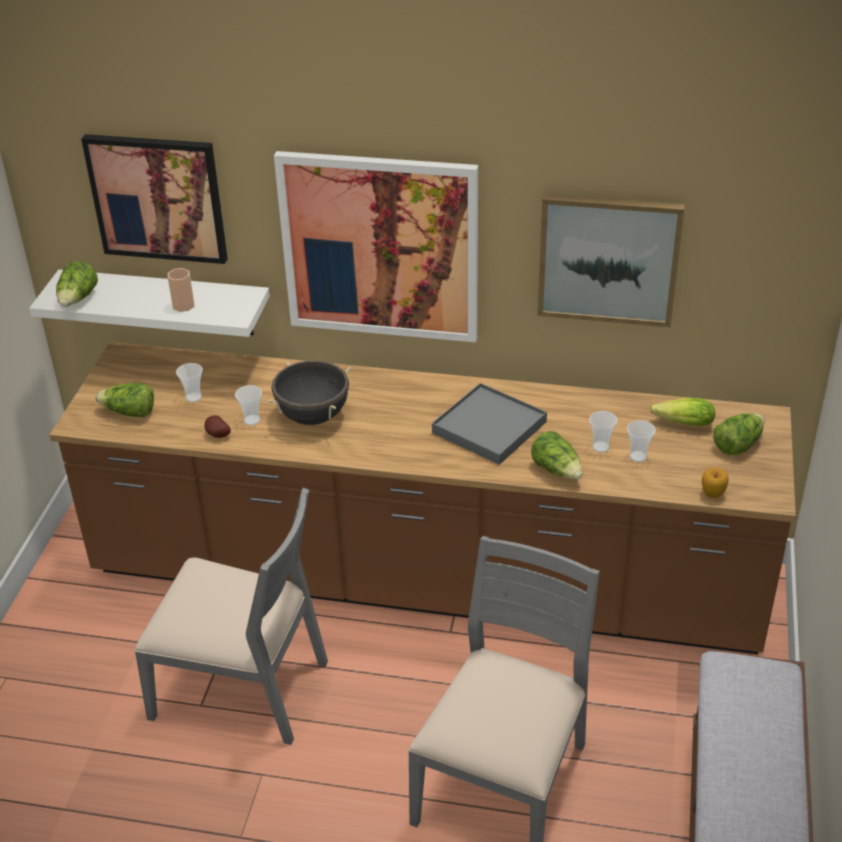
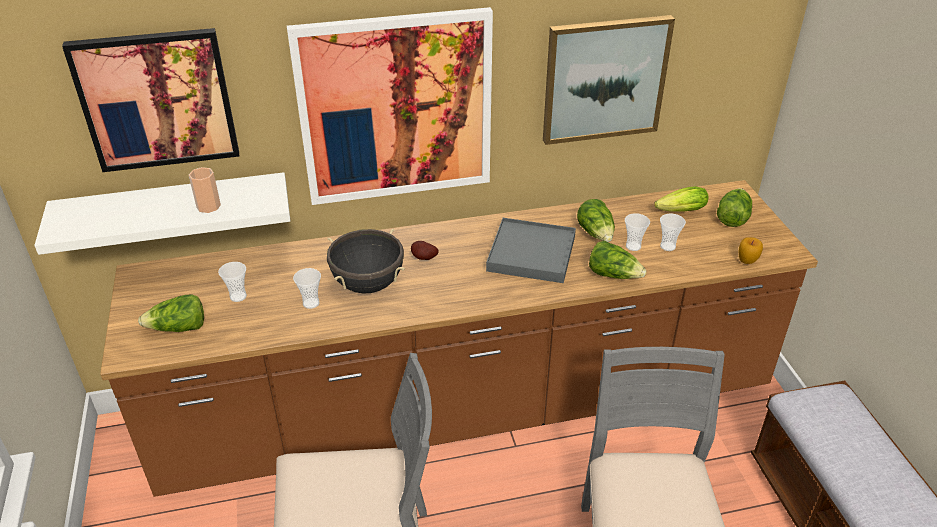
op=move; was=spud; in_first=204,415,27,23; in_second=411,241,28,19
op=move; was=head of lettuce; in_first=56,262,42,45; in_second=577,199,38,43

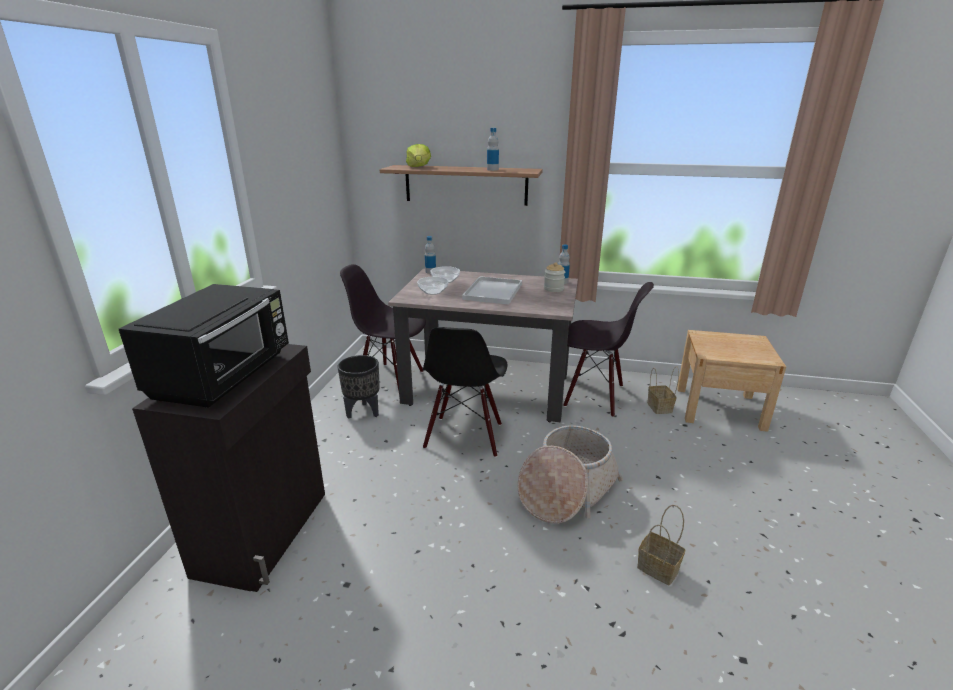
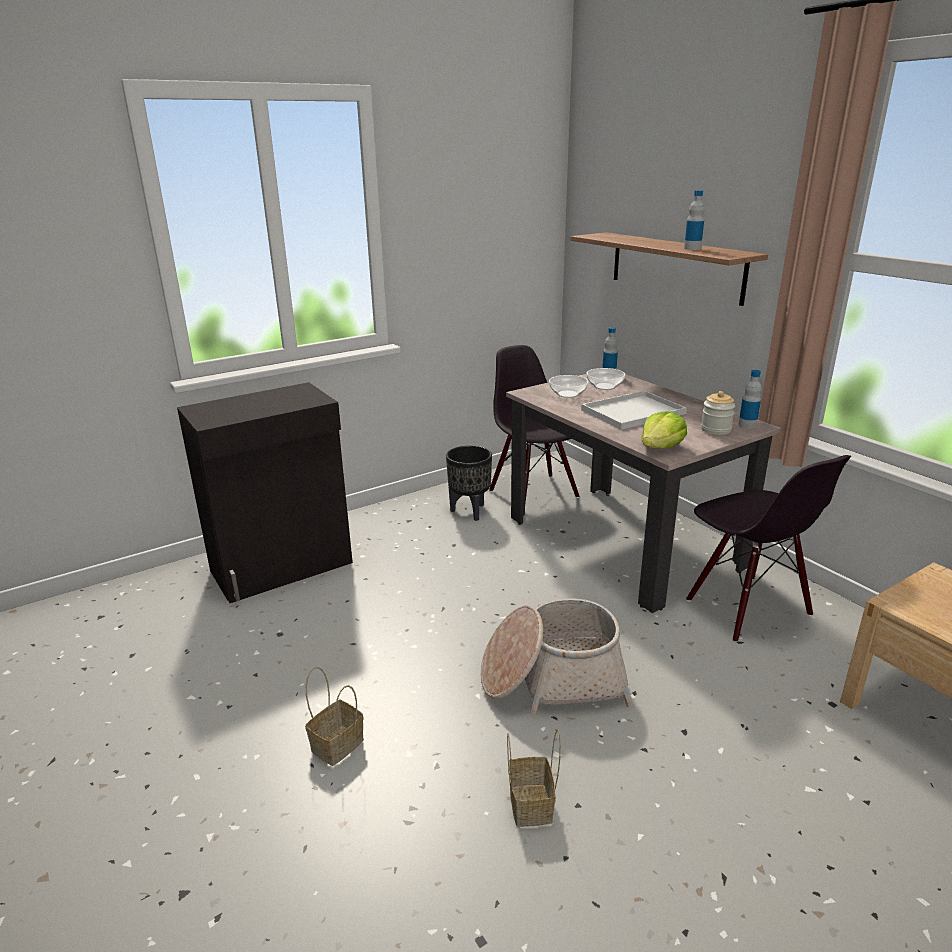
op=move; was=basket; in_first=647,366,32,48; in_second=305,667,59,99
op=move; was=head of lettuce; in_first=406,144,25,23; in_second=641,411,46,38
op=delete; was=black microwave; in_first=119,284,170,124
op=delete; was=black chair; in_first=423,327,84,131

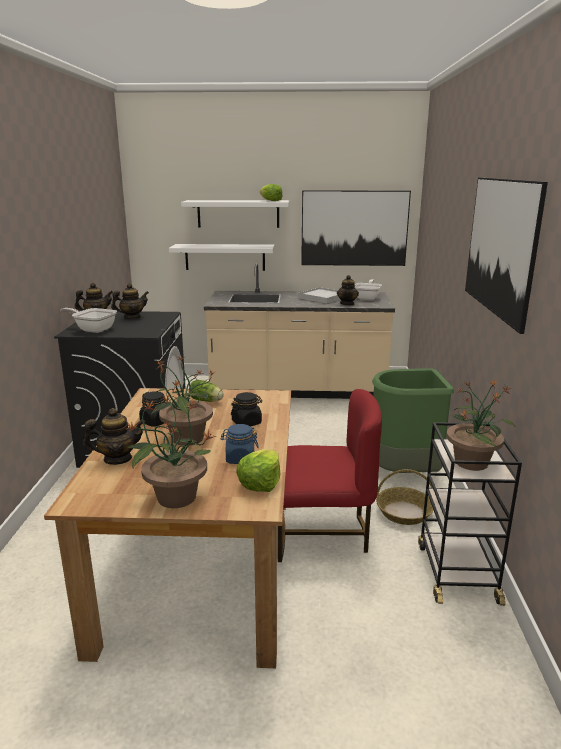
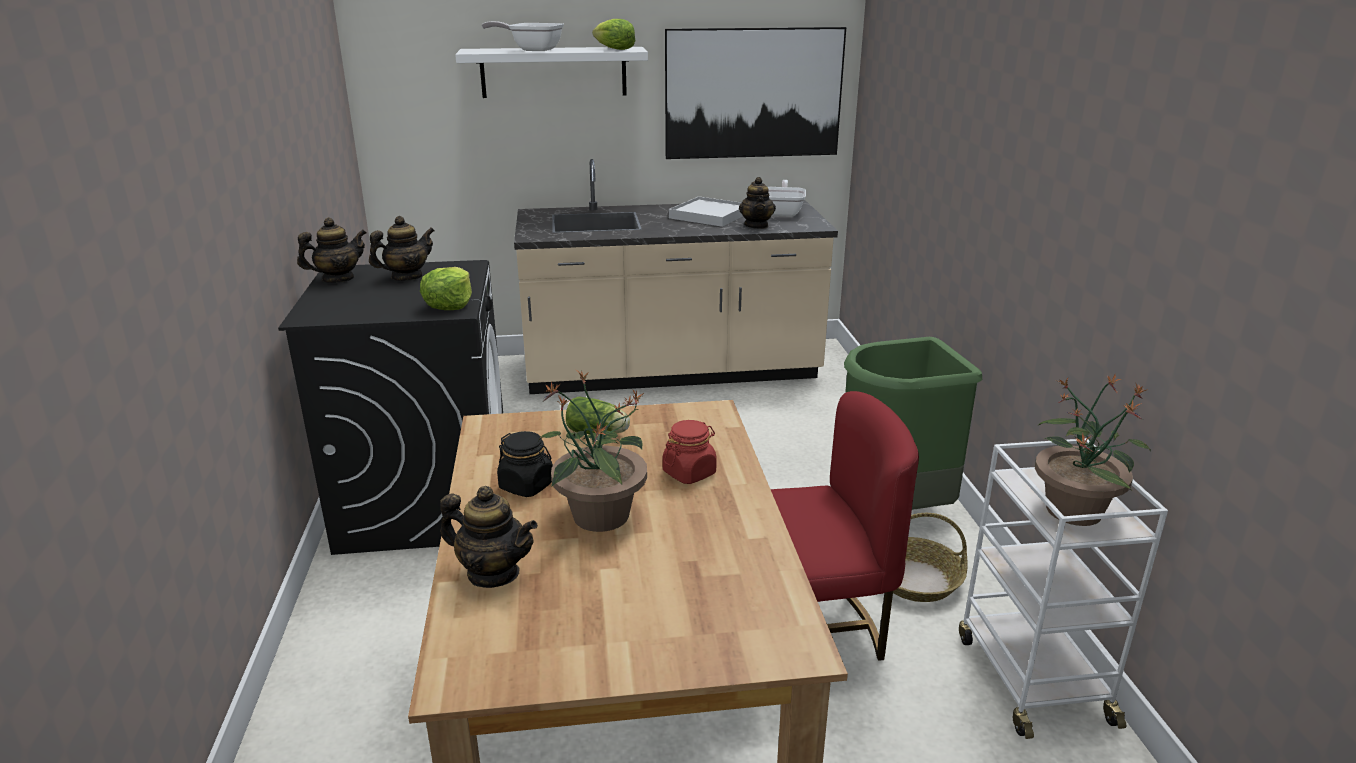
op=move; was=head of lettuce; in_first=236,449,44,43; in_second=420,267,52,43
op=rotate; was=teapot; in_first=83,408,62,57; in_second=440,486,98,102; clockwise=45
op=move; was=frying pan; in_first=60,308,57,25; in_second=482,21,82,30
op=recolor; was=black jar; now=reddish jar; in_first=231,392,31,34; in_second=663,420,54,64
op=recolor; was=black trolley; now=white trolley; in_first=418,422,104,184; in_second=959,438,209,301
op=delete; was=plant in a pot; in_first=125,395,91,113
op=delete; was=white wall shelf; in_first=169,244,106,27
op=delete; was=blue jar; in_first=221,424,38,40
op=delete; was=wall picture; in_first=465,178,83,156

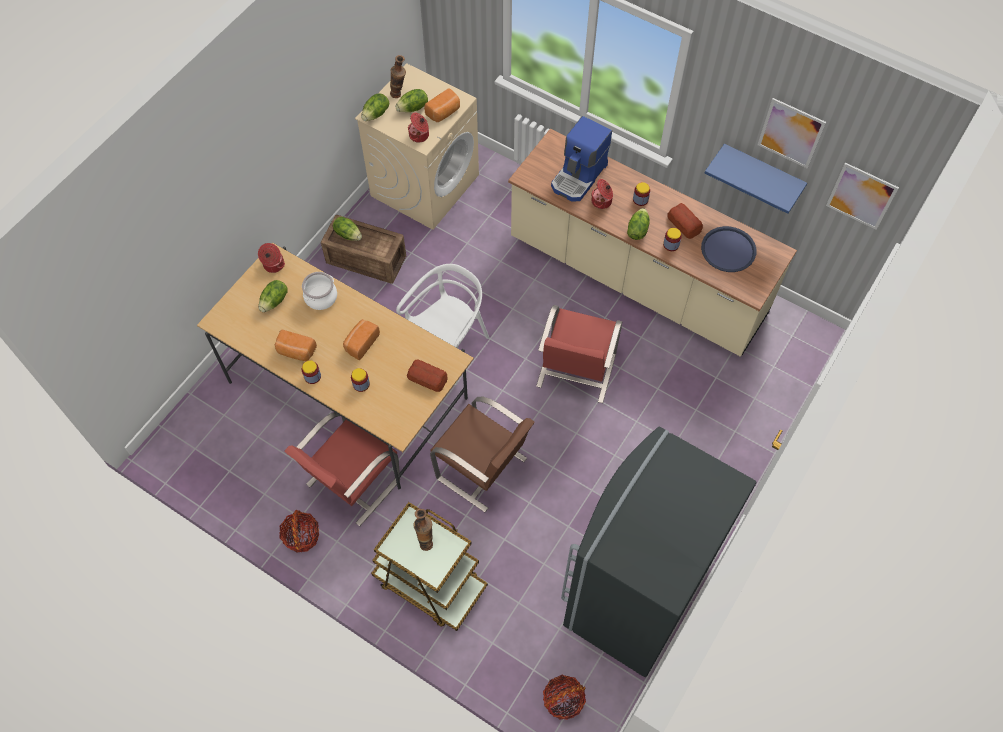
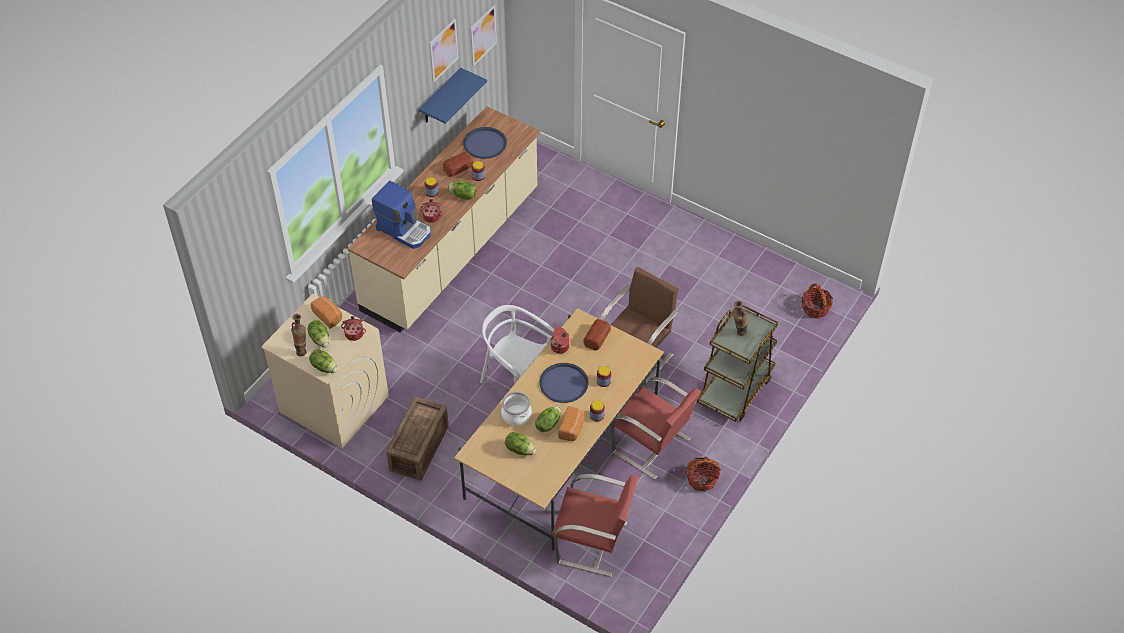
op=move; was=head of lettuce; in_first=333,217,29,24; in_second=535,406,26,26
op=replace; was=bread; now=blue carrying tray; in_first=343,319,37,41; in_second=540,363,49,40
op=move; was=saucepot; in_first=258,243,27,30; in_second=551,327,18,27
op=move; was=reddish chair; in_first=536,305,86,98; in_second=552,474,87,103
op=delete; was=greyish refrigerator; in_first=561,427,195,250

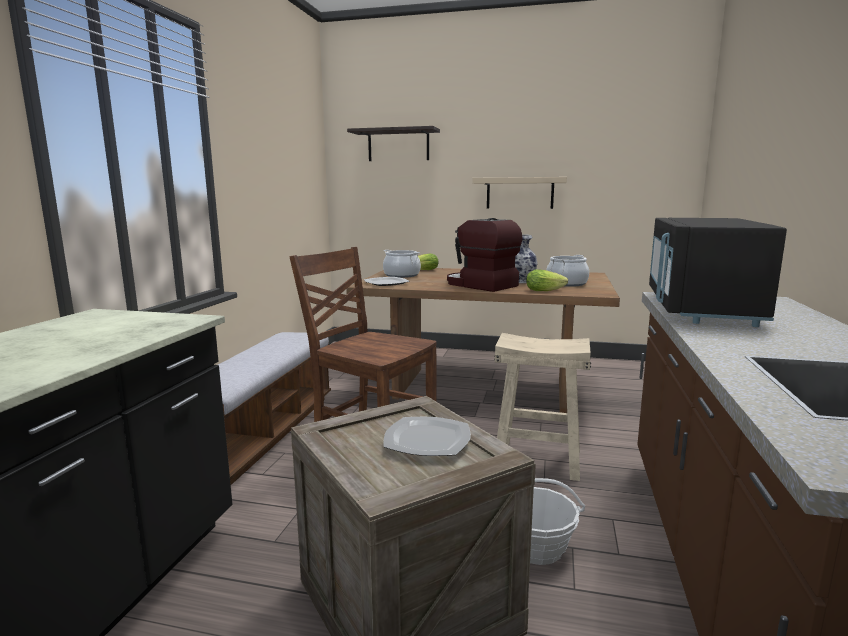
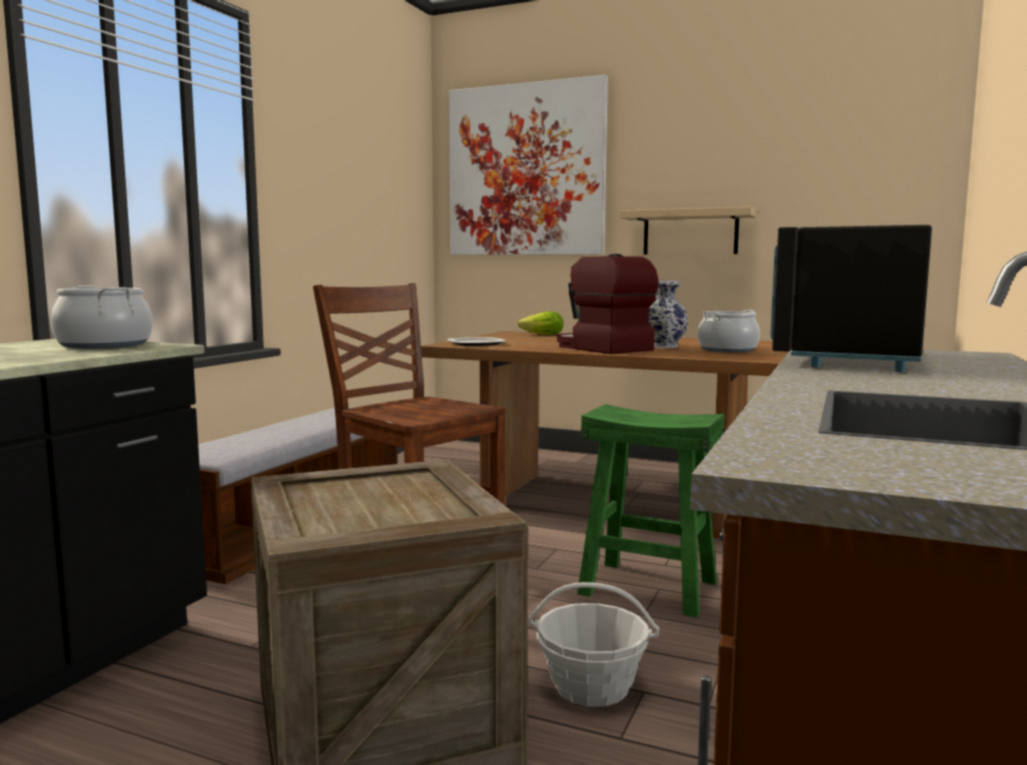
op=move; was=saucepot; in_first=383,250,38,28; in_second=51,285,102,64
op=replace; was=wall shelf; now=wall picture; in_first=347,126,93,35; in_second=449,75,159,180
op=recolor; was=beige stool; now=green-coloured stool; in_first=494,333,97,148; in_second=577,404,148,213
op=delete; was=flat dish; in_first=383,417,88,39
op=delete; was=head of lettuce; in_first=526,269,42,22

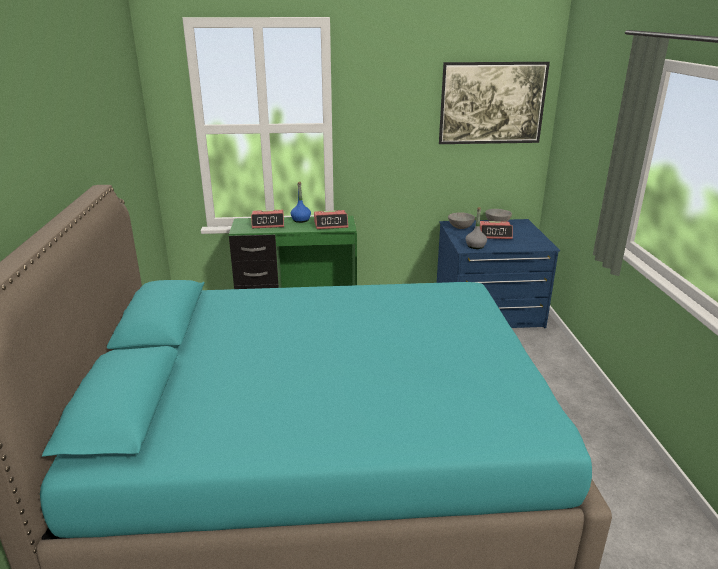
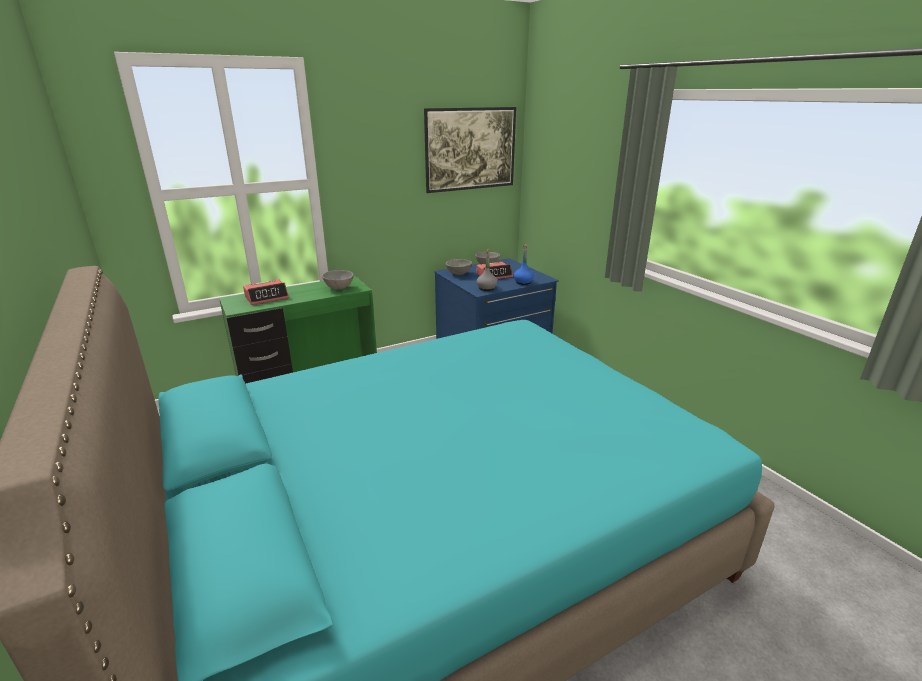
op=replace; was=alarm clock; now=greyish serving bowl; in_first=314,210,34,19; in_second=322,270,32,20
op=move; was=blue beverage bottle; in_first=290,182,21,41; in_second=514,244,20,41

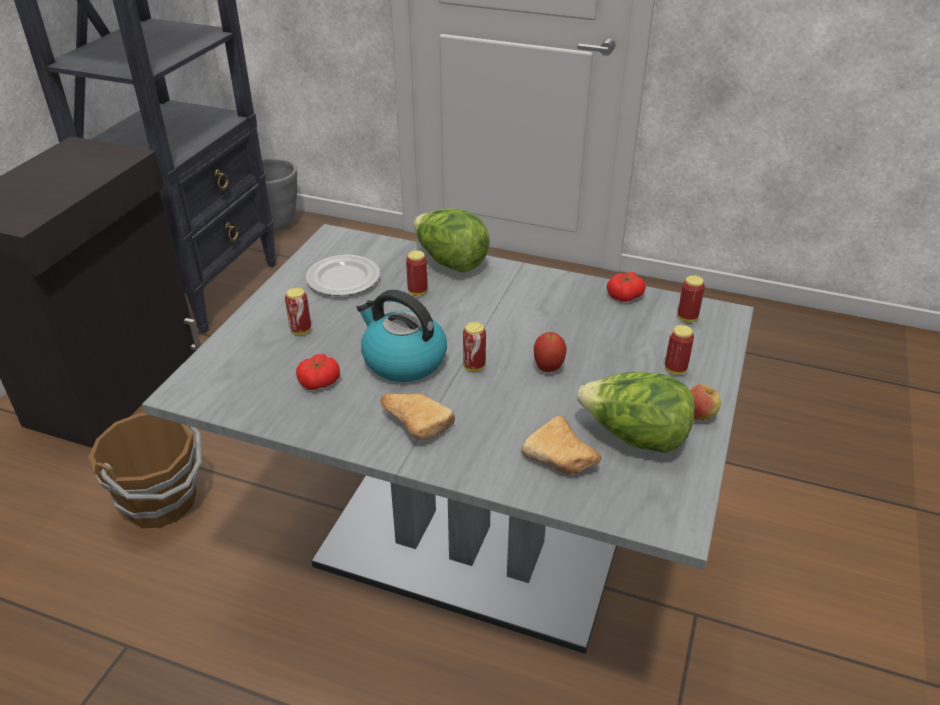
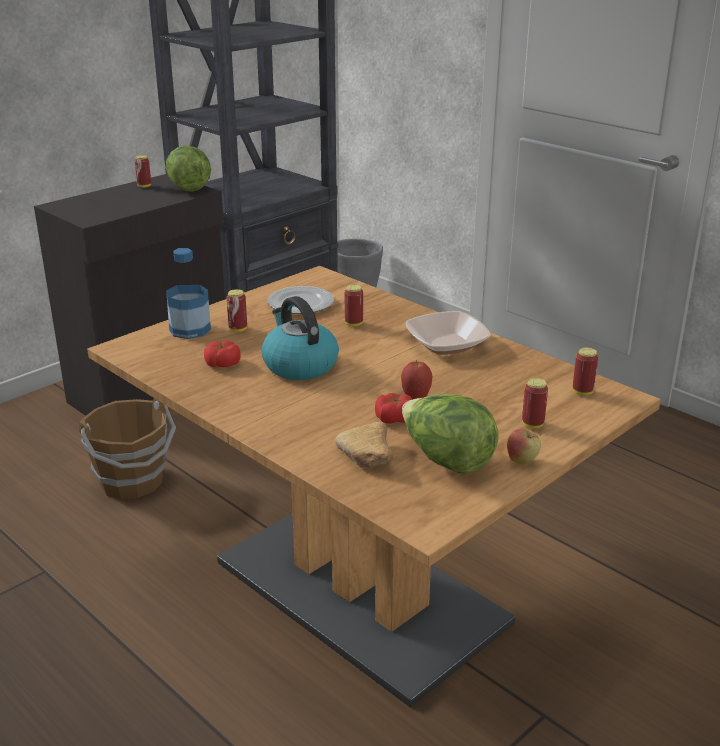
op=recolor; was=greyish dinner table; now=brownish dinner table; in_first=142,224,612,430; in_second=87,266,574,442
op=move; was=can; in_first=463,322,23,49; in_second=134,155,17,33
op=move; was=head of lettuce; in_first=414,208,76,65; in_second=165,145,46,47
op=insert; now=beverage bottle; in_second=166,248,45,91
op=move; was=whole tomato; in_first=607,271,39,31; in_second=375,393,37,30
op=insert; now=serving bowl; in_second=406,311,84,44
op=delete; was=bread; in_first=380,393,75,46

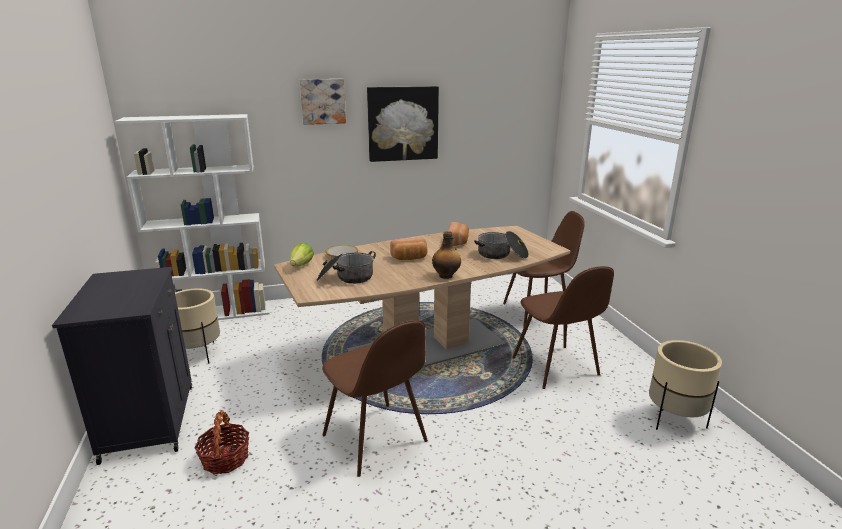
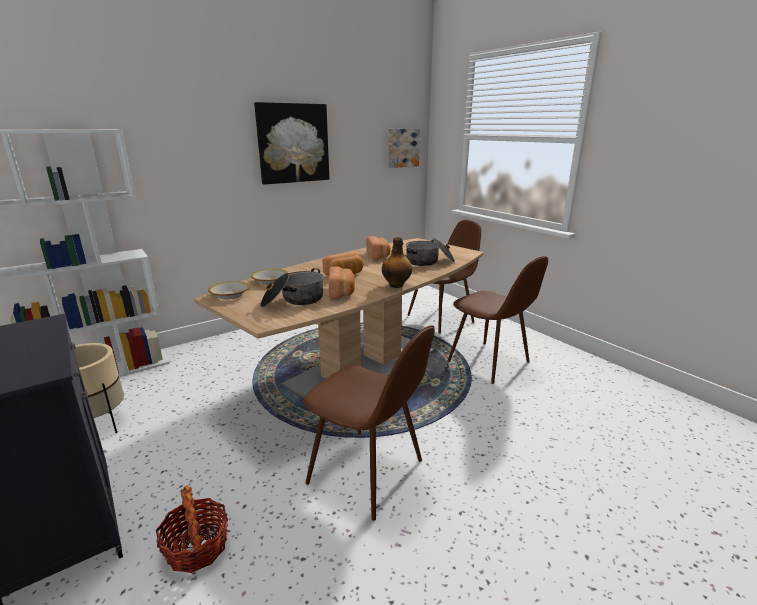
op=replace; was=head of lettuce; now=serving bowl; in_first=290,243,24,24; in_second=208,281,42,18
op=insert; now=bread; in_second=329,267,26,32
op=move; was=wall picture; in_first=300,79,46,46; in_second=389,129,31,39
op=delete; was=beige flower pot; in_first=649,340,73,90

